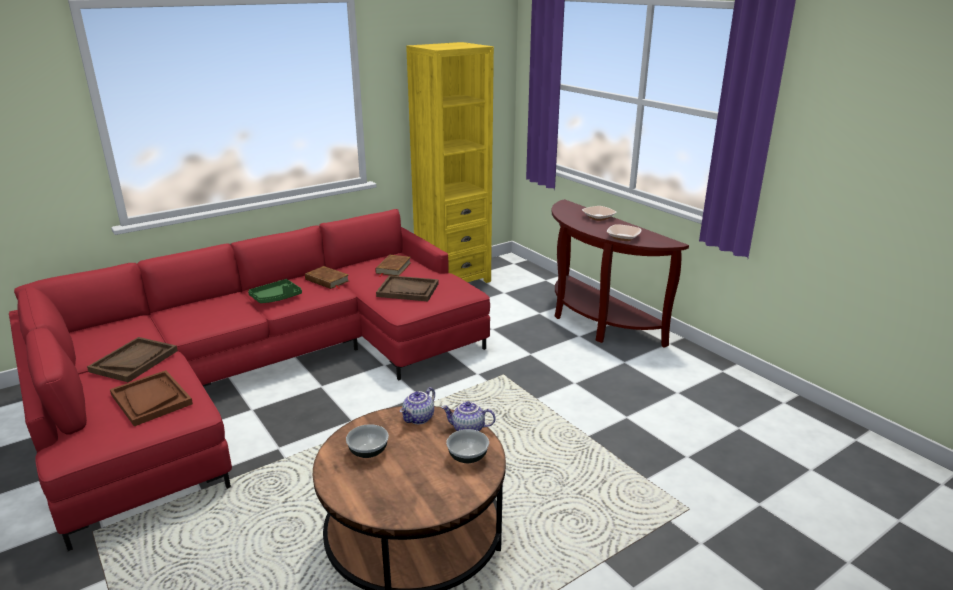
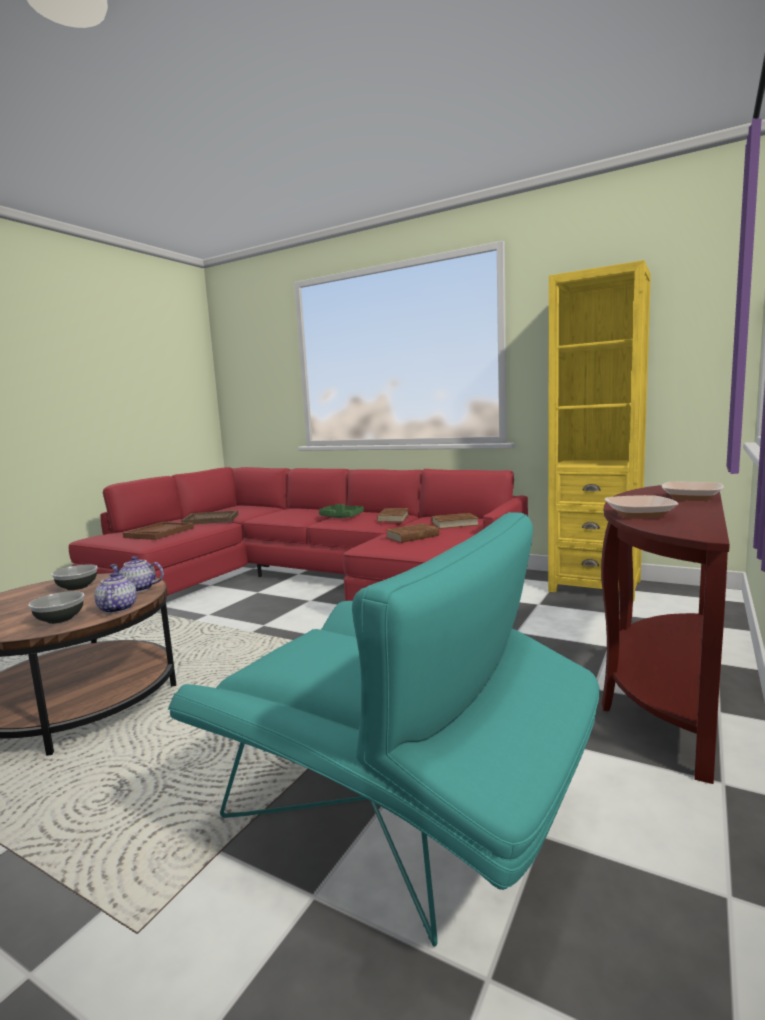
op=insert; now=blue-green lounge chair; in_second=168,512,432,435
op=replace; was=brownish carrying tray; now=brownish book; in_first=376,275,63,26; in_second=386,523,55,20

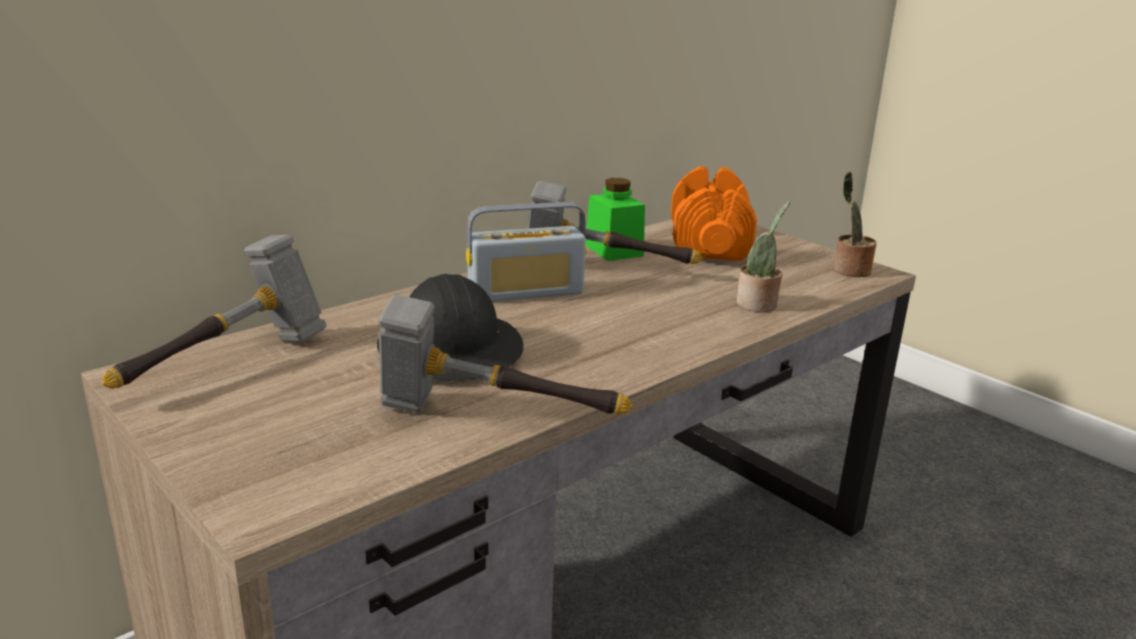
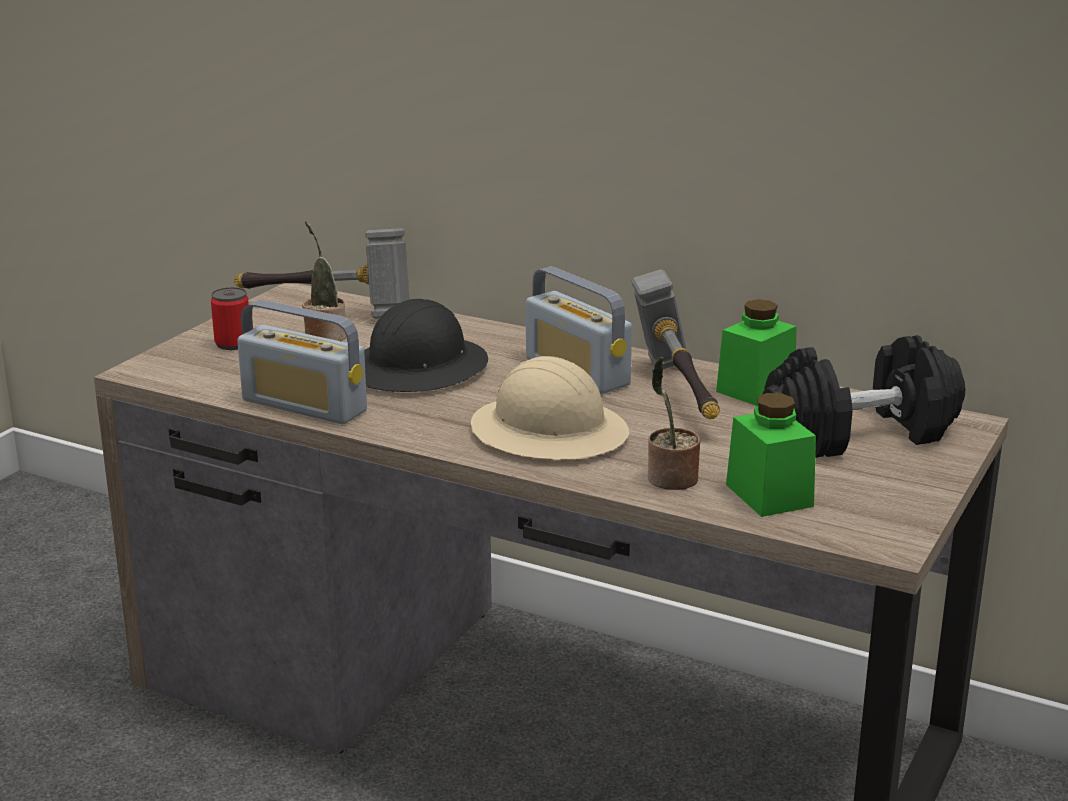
op=insert; now=can; in_second=211,287,38,63
op=replace; was=hand hammer; now=radio receiver; in_first=379,295,253,120; in_second=237,300,130,124
op=move; was=plant in a pot; in_first=834,172,43,105; in_second=302,221,45,120
op=insert; now=beige hard hat; in_second=471,356,158,104
op=insert; now=green-coloured jar; in_second=726,393,90,124
op=recolor; was=orange dumbbell; now=black dumbbell; in_first=671,166,86,95; in_second=762,335,203,123

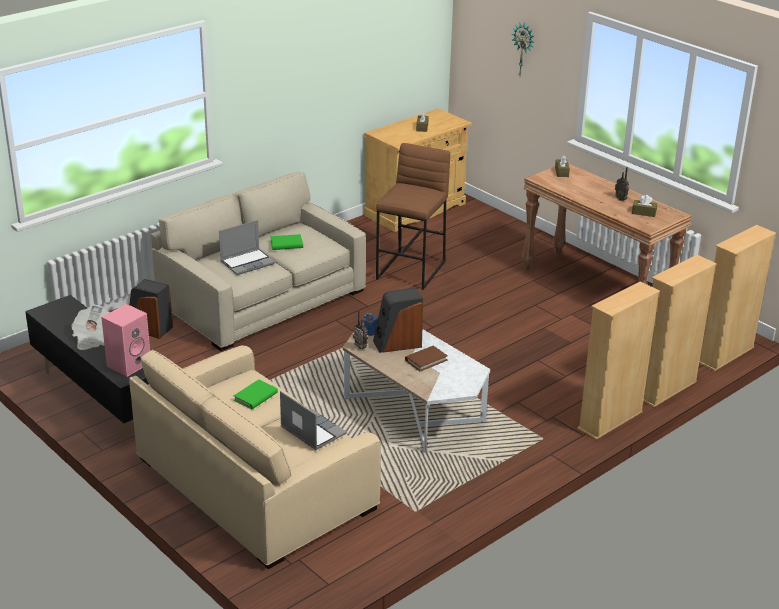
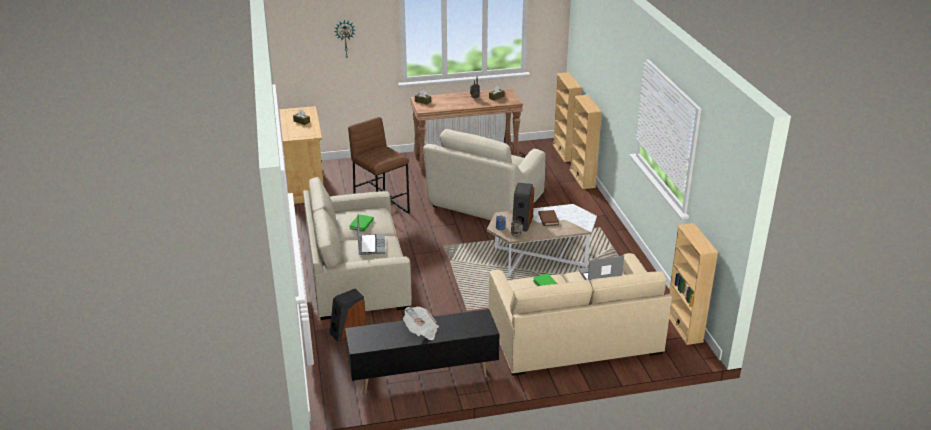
op=insert; now=beige lounge chair; in_second=423,129,123,91
op=move; was=beige bookcase; in_first=577,281,83,159; in_second=669,223,50,122
op=delete; was=pink speaker; in_first=101,304,49,73

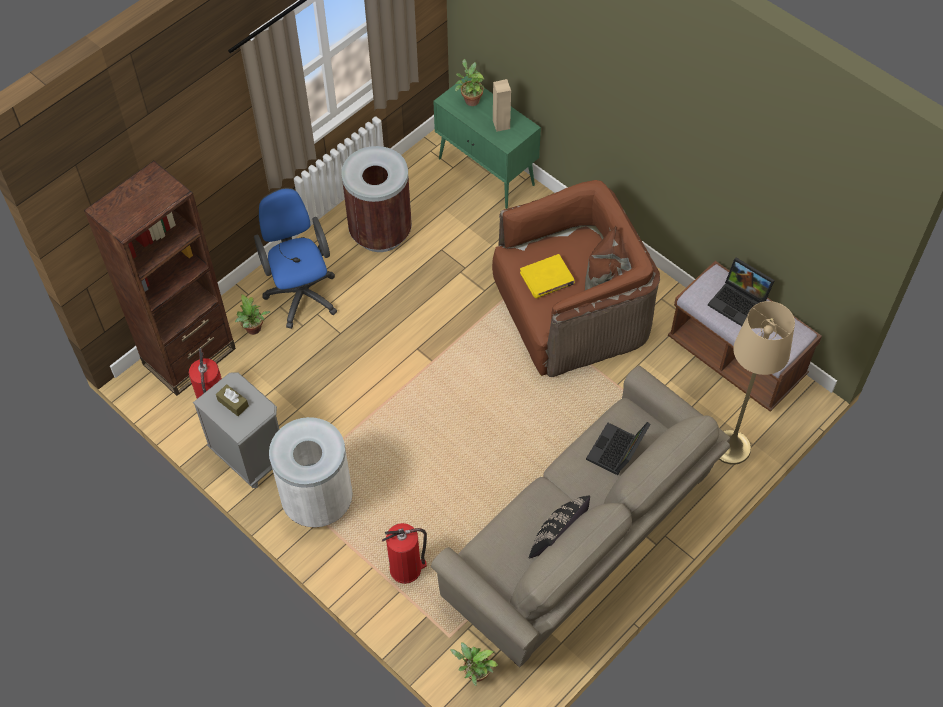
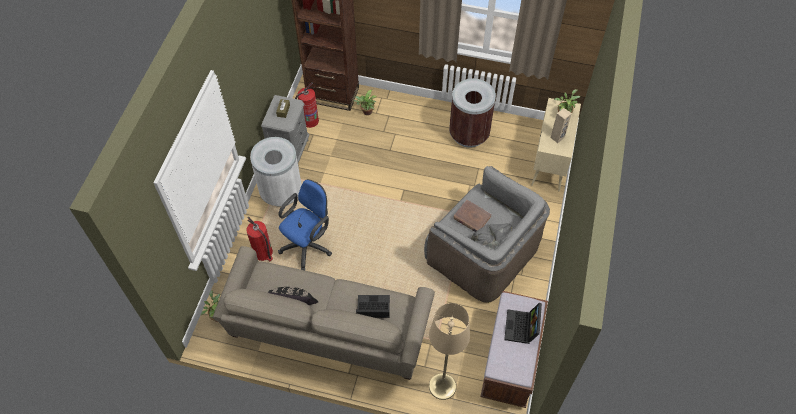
op=move; was=blue computer chair; in_first=254,188,83,141; in_second=278,179,54,91
op=recolor; was=brownish lounge chair; now=greyish lounge chair; in_first=492,180,168,197; in_second=424,166,126,137
op=recolor; was=yellow book; now=brownish book; in_first=520,254,55,44; in_second=453,200,39,32
op=recolor; was=green-coloured cupboard; now=beige cupboard; in_first=433,76,108,133; in_second=531,98,50,93

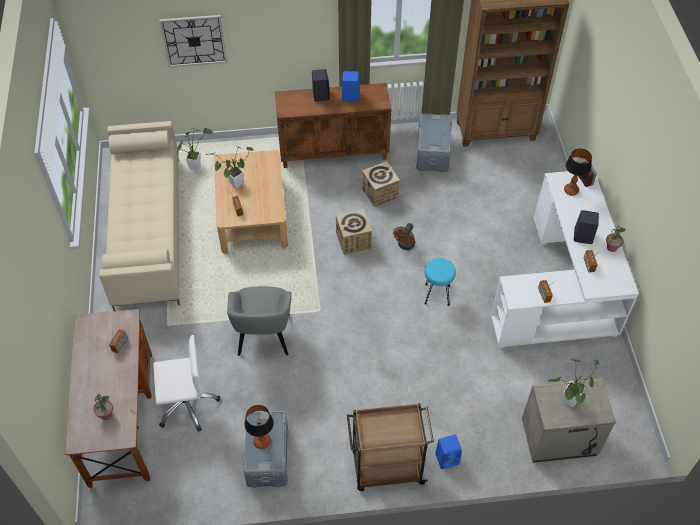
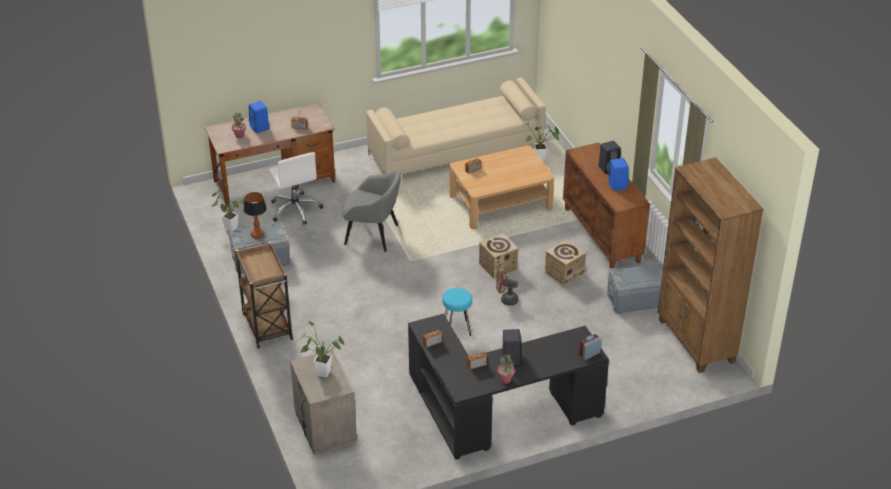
op=move; was=plant in a pot; in_first=206,146,47,42; in_second=211,183,34,48
op=move; was=blue speaker; in_first=435,435,27,34; in_second=249,101,20,32
op=rotate; was=greyish lounge chair; in_first=227,286,65,70; in_second=342,170,59,82; clockwise=-150
op=recolor; was=white desk unit; now=black desk unit; in_first=491,171,148,177; in_second=408,314,201,146
op=delete; was=wall clock; in_first=160,15,67,52
op=delete; was=table lamp; in_first=564,148,28,48

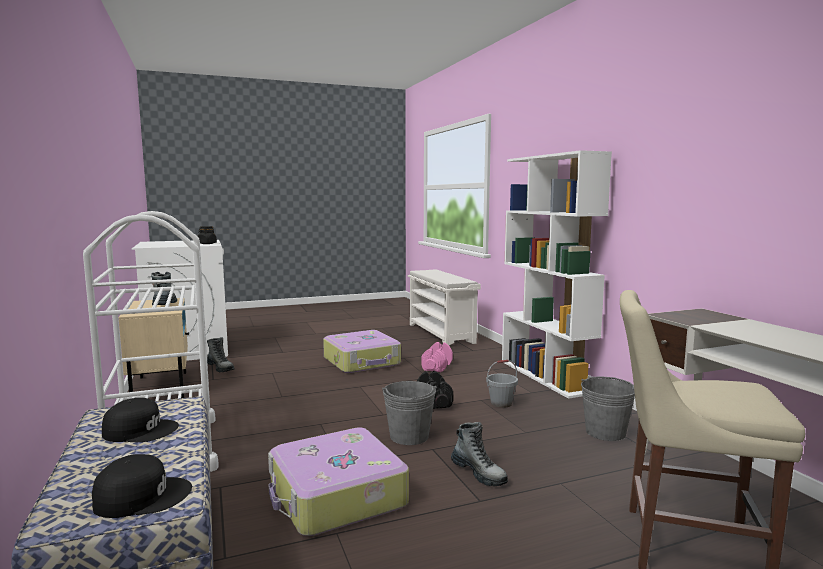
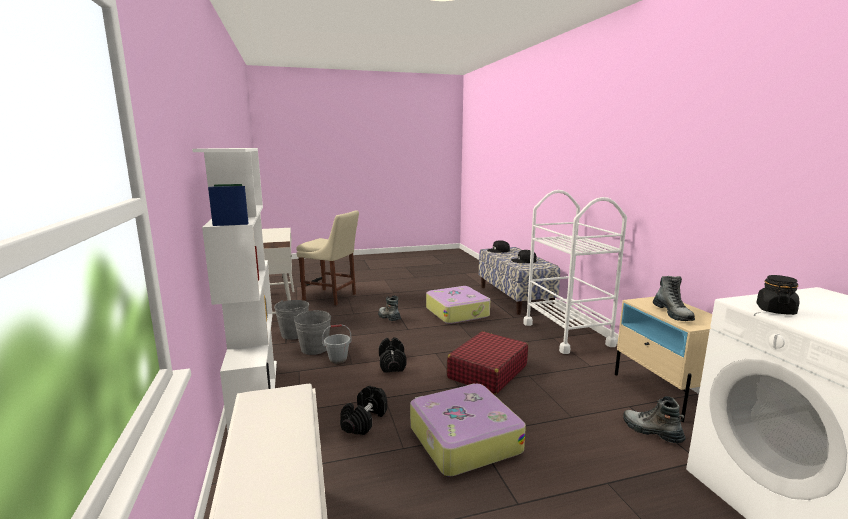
op=move; was=greyish pail; in_first=382,381,55,64; in_second=294,310,37,45
op=recolor; was=pink dumbbell; now=black dumbbell; in_first=421,342,32,30; in_second=340,386,47,49
op=insert; now=reddish piece of luggage; in_second=447,331,81,63

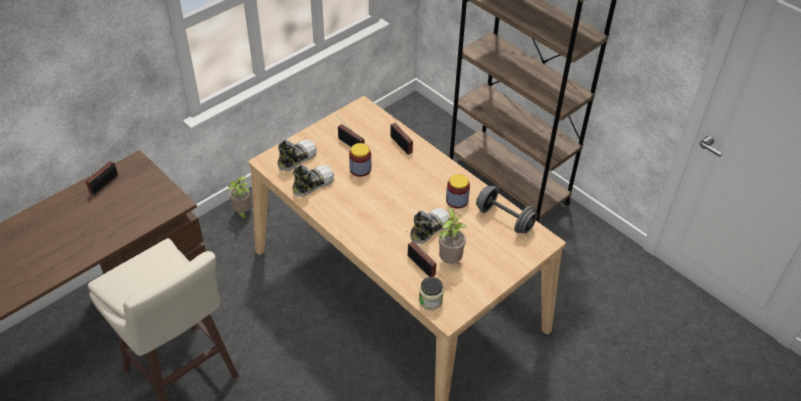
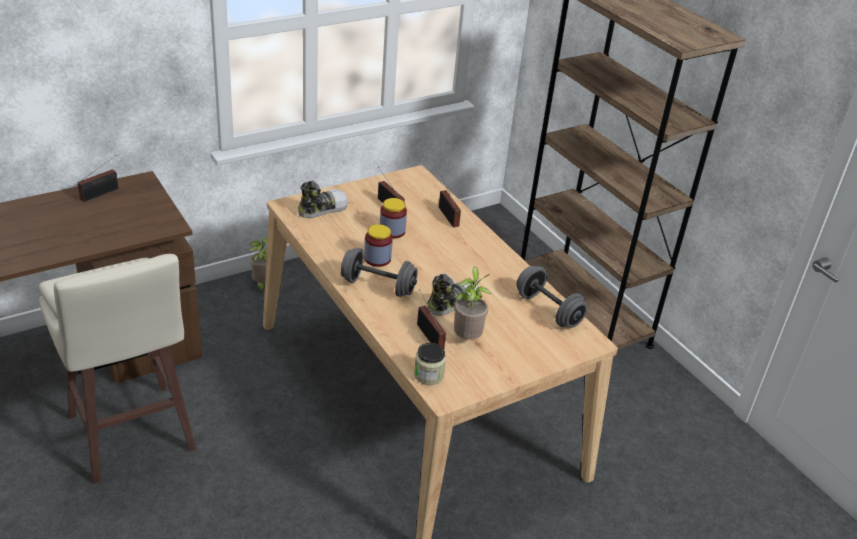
op=insert; now=greyish dumbbell; in_second=341,248,77,49
op=move; was=jar; in_first=446,174,24,35; in_second=364,224,29,43
op=delete; was=low shoe; in_first=292,164,42,33

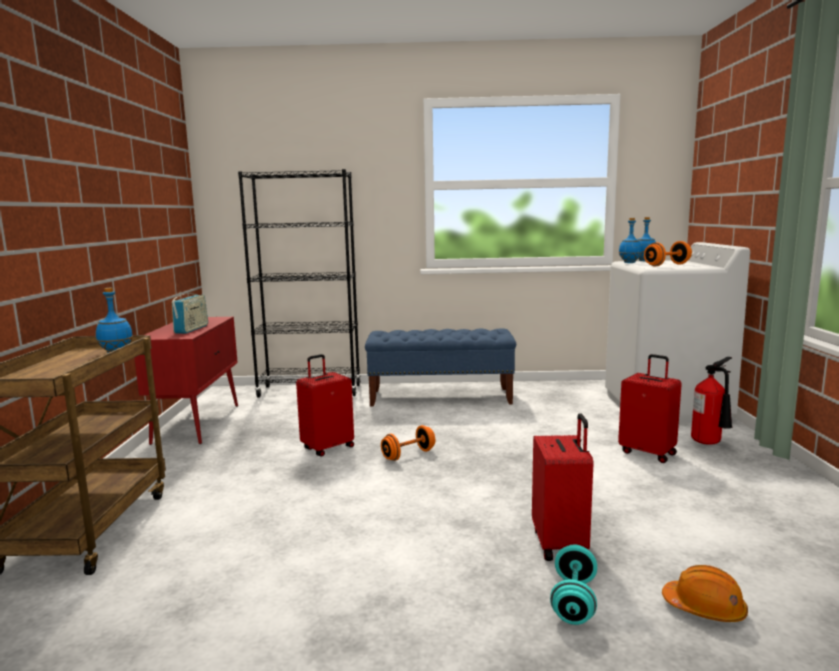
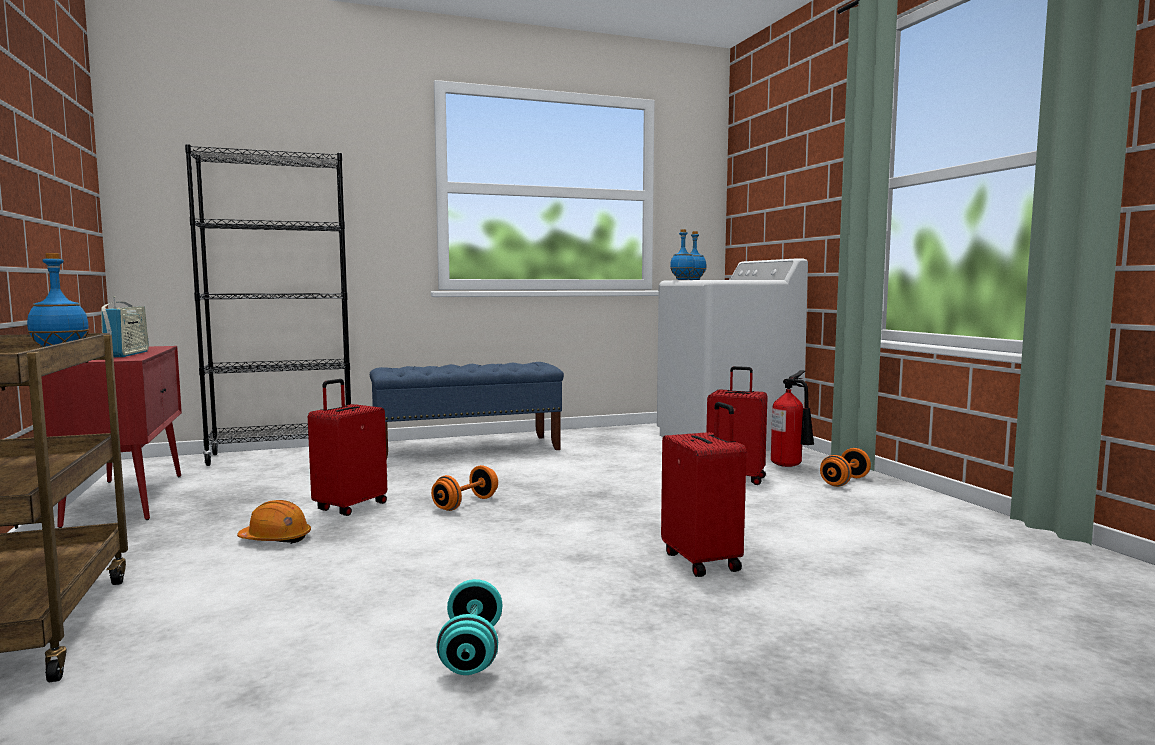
op=move; was=orange hard hat; in_first=662,565,86,57; in_second=237,500,74,44
op=move; was=blue-green dumbbell; in_first=550,544,47,81; in_second=436,579,67,96
op=move; was=orange dumbbell; in_first=644,241,48,25; in_second=820,448,51,39

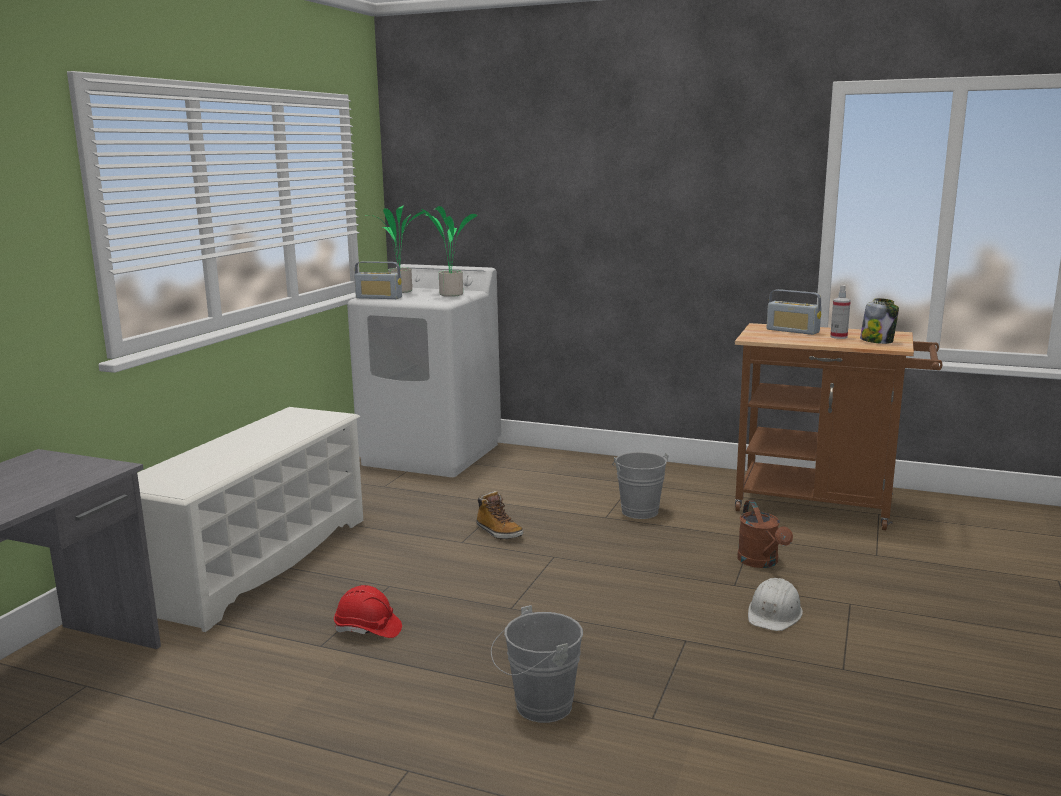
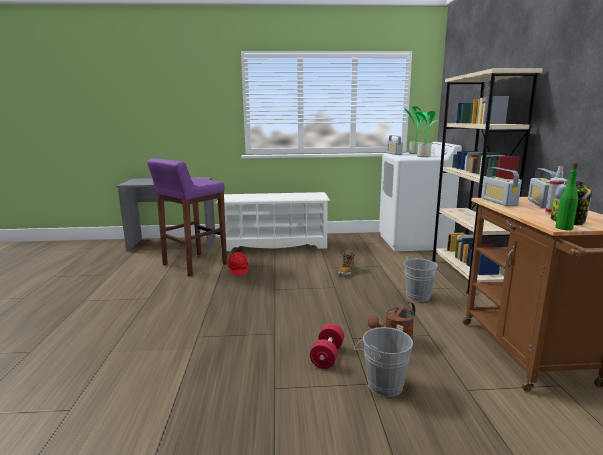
op=insert; now=purple-coloured stool; in_second=147,158,80,118
op=replace; was=white hard hat; now=reddish dumbbell; in_first=748,578,55,53; in_second=310,323,34,46
op=move; was=greyish pail; in_first=491,605,92,118; in_second=354,324,59,73
op=insert; now=beige bookcase; in_second=431,68,112,226
op=insert; now=radio receiver; in_second=481,167,40,39
op=insert; now=green-coloured beverage bottle; in_second=555,163,23,67

